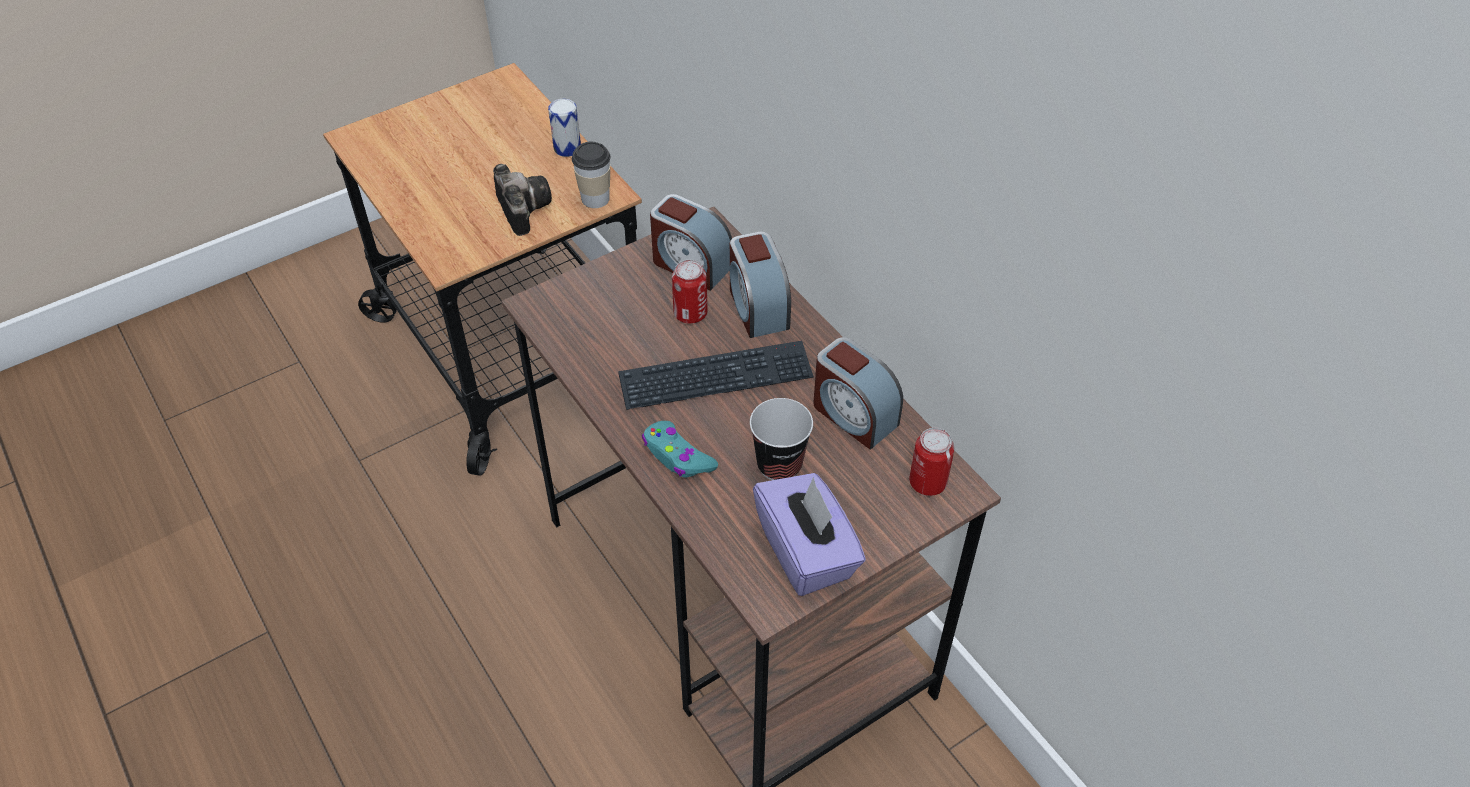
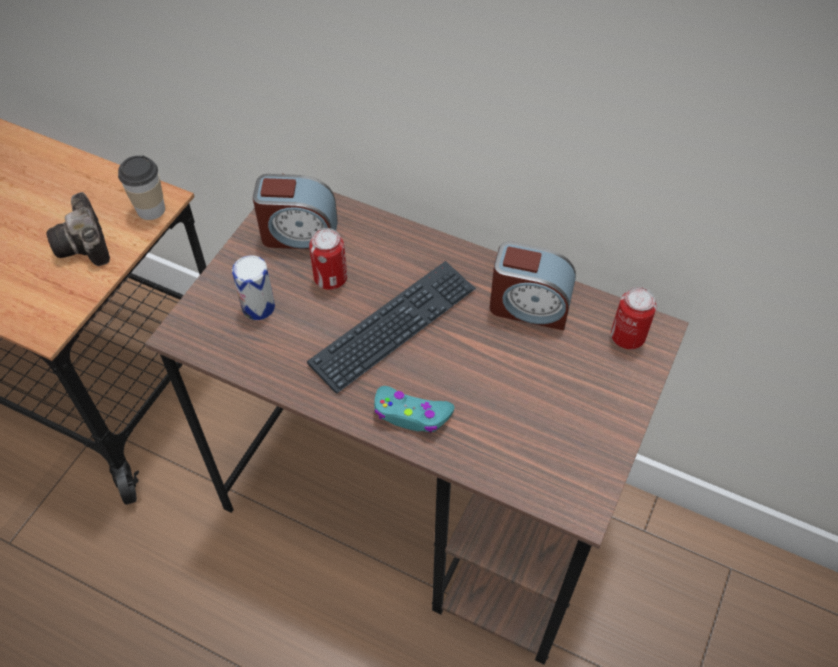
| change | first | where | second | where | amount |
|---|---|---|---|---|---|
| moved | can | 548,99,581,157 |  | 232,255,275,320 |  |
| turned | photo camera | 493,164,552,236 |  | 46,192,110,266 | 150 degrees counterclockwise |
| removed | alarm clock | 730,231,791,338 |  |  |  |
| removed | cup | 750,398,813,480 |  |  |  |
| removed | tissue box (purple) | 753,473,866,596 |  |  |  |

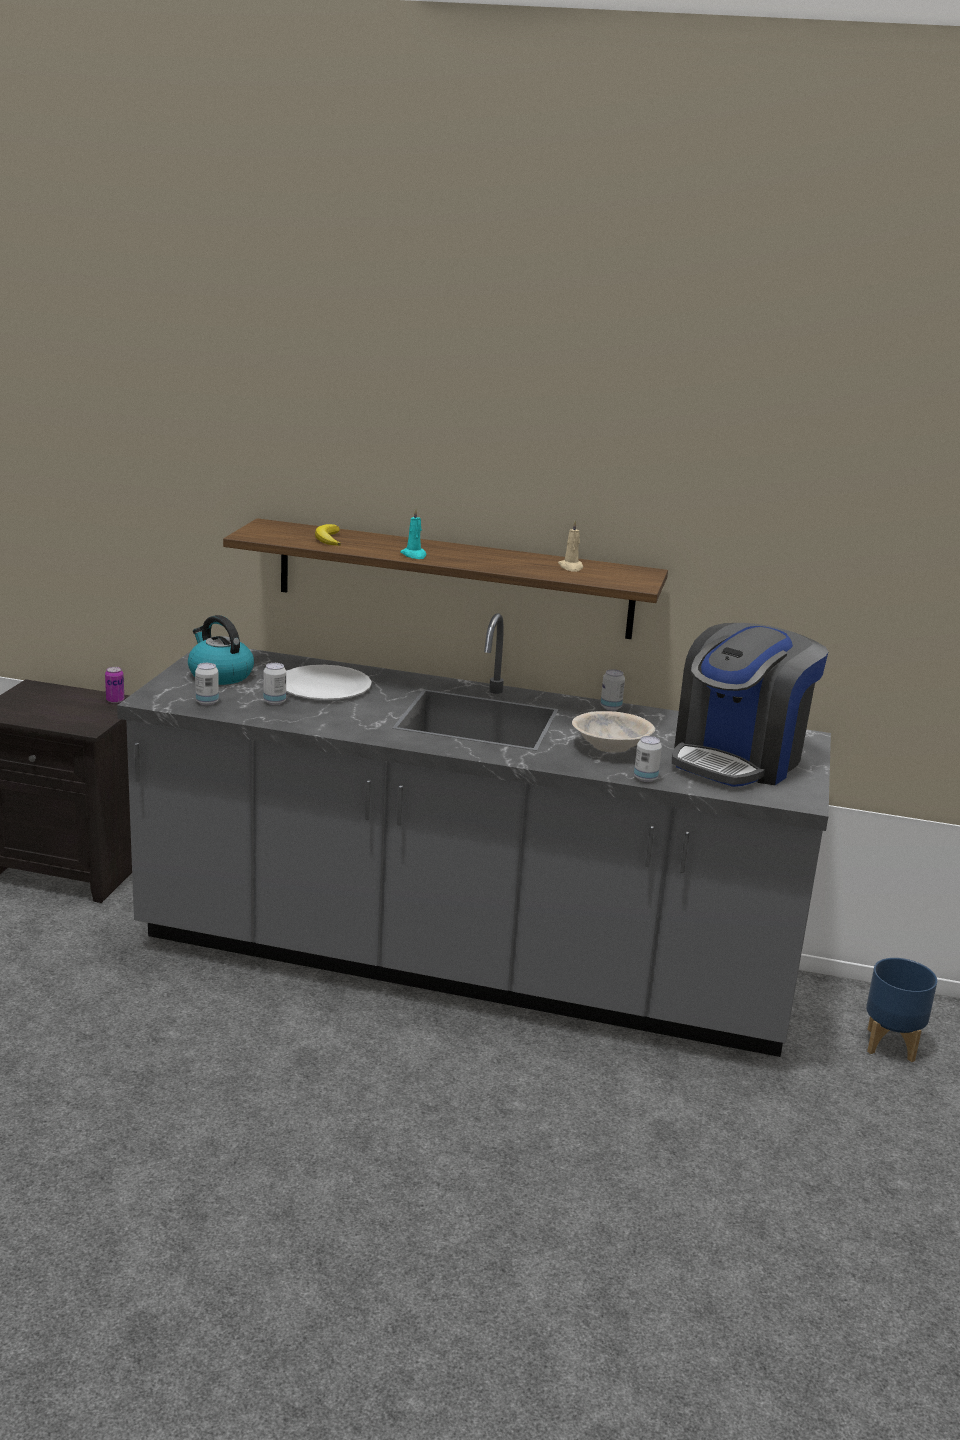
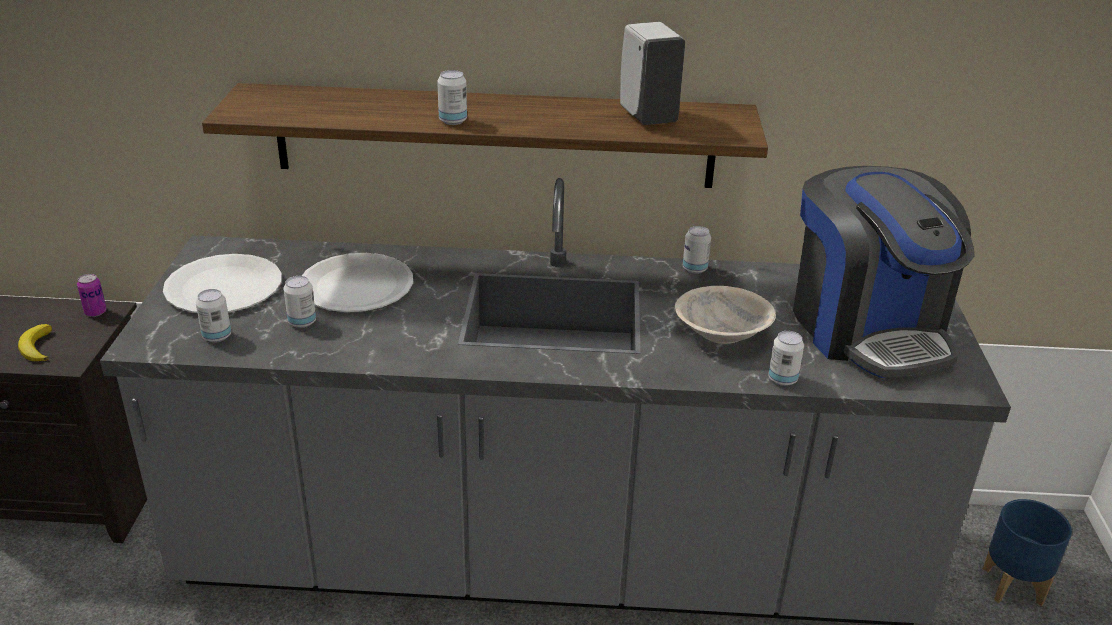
| change | first | where | second | where | amount |
|---|---|---|---|---|---|
| replaced | candle (turquoise) | 400,508,427,559 | can | 437,70,467,125 |  |
| replaced | candle (beige) | 558,521,583,572 | soap dispenser (white) | 620,22,685,125 |  |
| moved | banana | 315,524,341,546 |  | 18,324,52,361 |  |
| replaced | kettle | 188,615,254,685 | plate (white) | 163,254,282,313 |  |
| turned | coffee machine | 672,623,829,787 |  | 793,166,975,378 | 45 degrees counterclockwise |

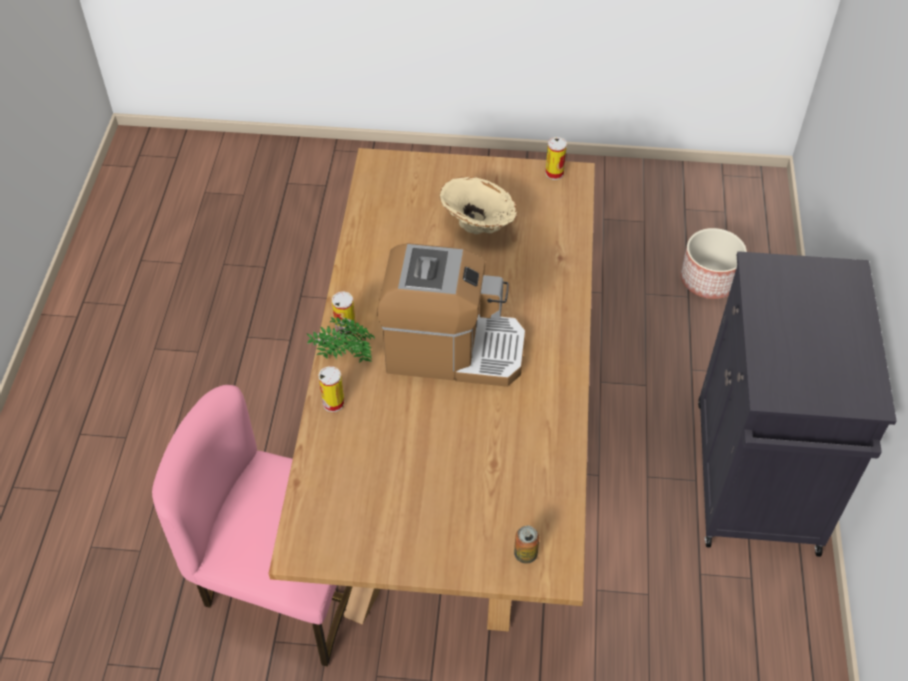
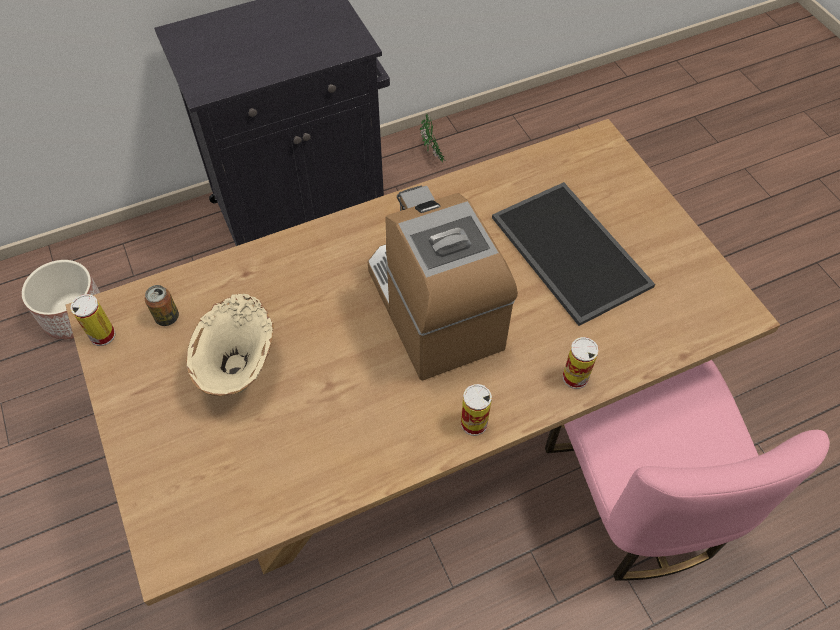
| change | first | where | second | where | amount |
|---|---|---|---|---|---|
| moved | potted plant | 307,317,375,363 |  | 420,113,446,162 |  |
| moved | can | 514,526,539,564 |  | 145,285,179,326 |  |
| added |  |  | tray | 492,182,655,326 |  |

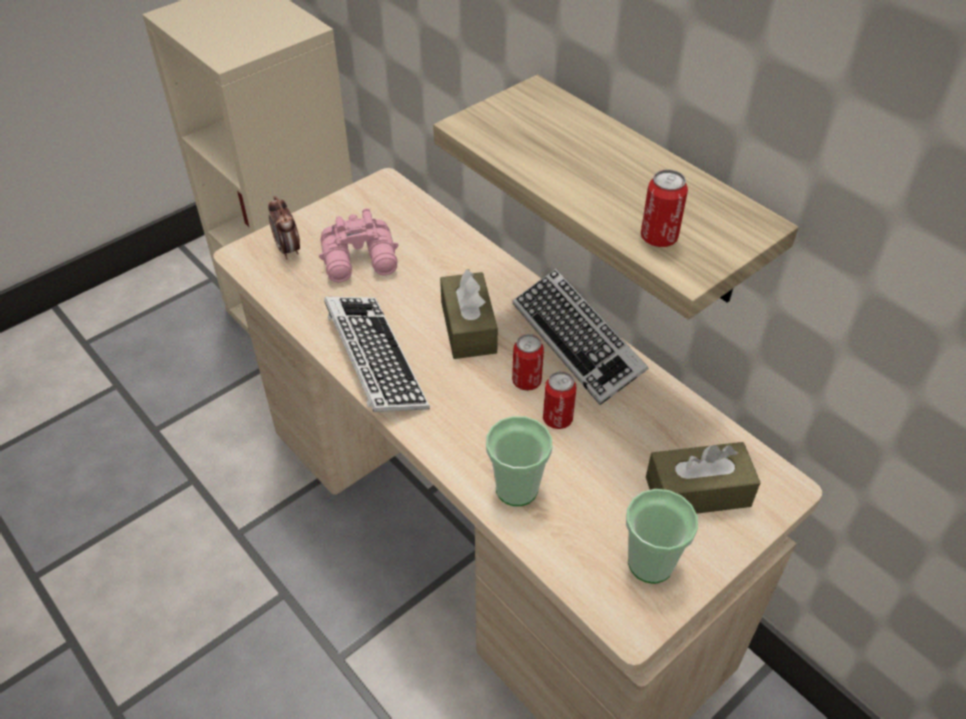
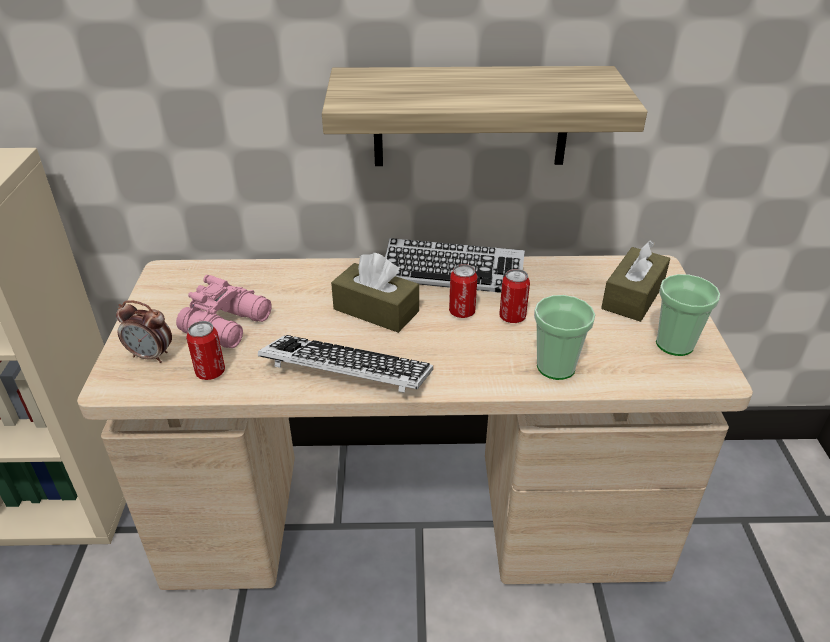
| change | first | where | second | where | amount |
|---|---|---|---|---|---|
| moved | can | 641,169,688,247 |  | 186,321,225,380 |  |

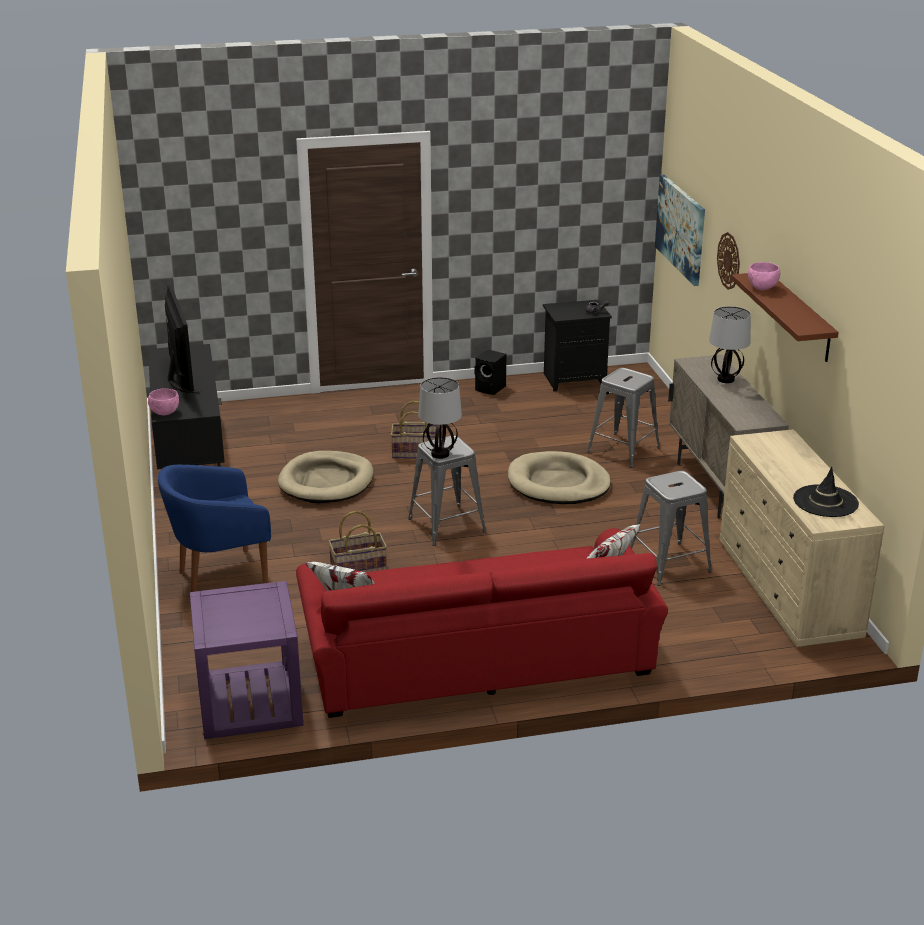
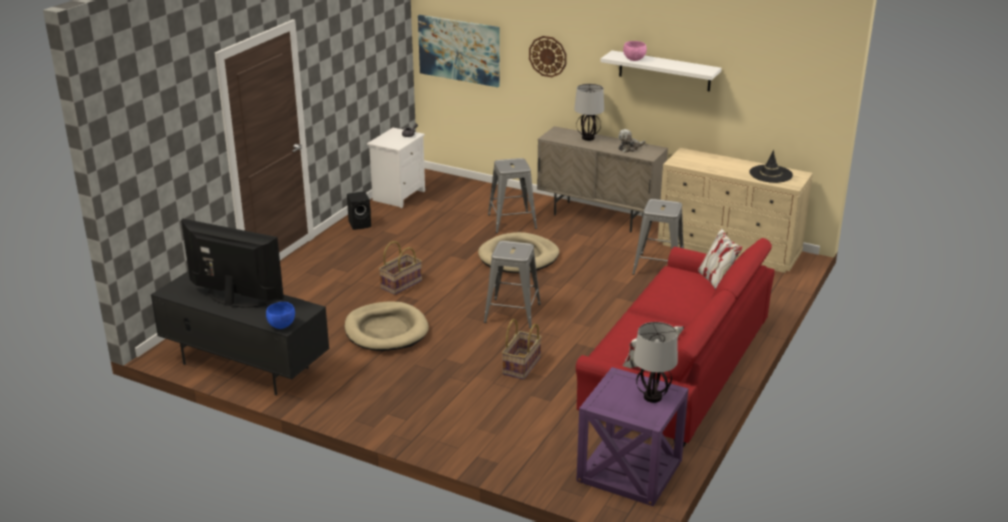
| change | first | where | second | where | amount |
|---|---|---|---|---|---|
| recoloured | shelf (brown) | 731,273,839,362 | shelf (white) | 600,50,721,92 |  |
| recoloured | nightstand (black) | 543,300,612,391 | nightstand (white) | 367,128,425,208 |  |
| moved | table lamp | 418,377,462,459 |  | 633,322,678,403 |  |
| recoloured | bowl (pink) | 148,388,179,415 | bowl (blue) | 266,302,295,329 |  |
| removed | armchair (blue) | 158,465,271,592 |  |  |  |
| added |  |  | plush toy | 618,129,645,153 |  |

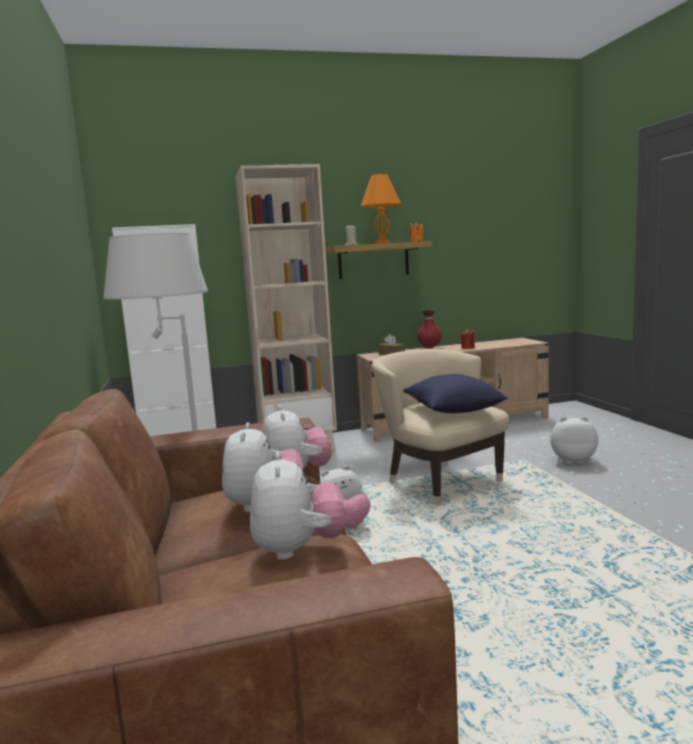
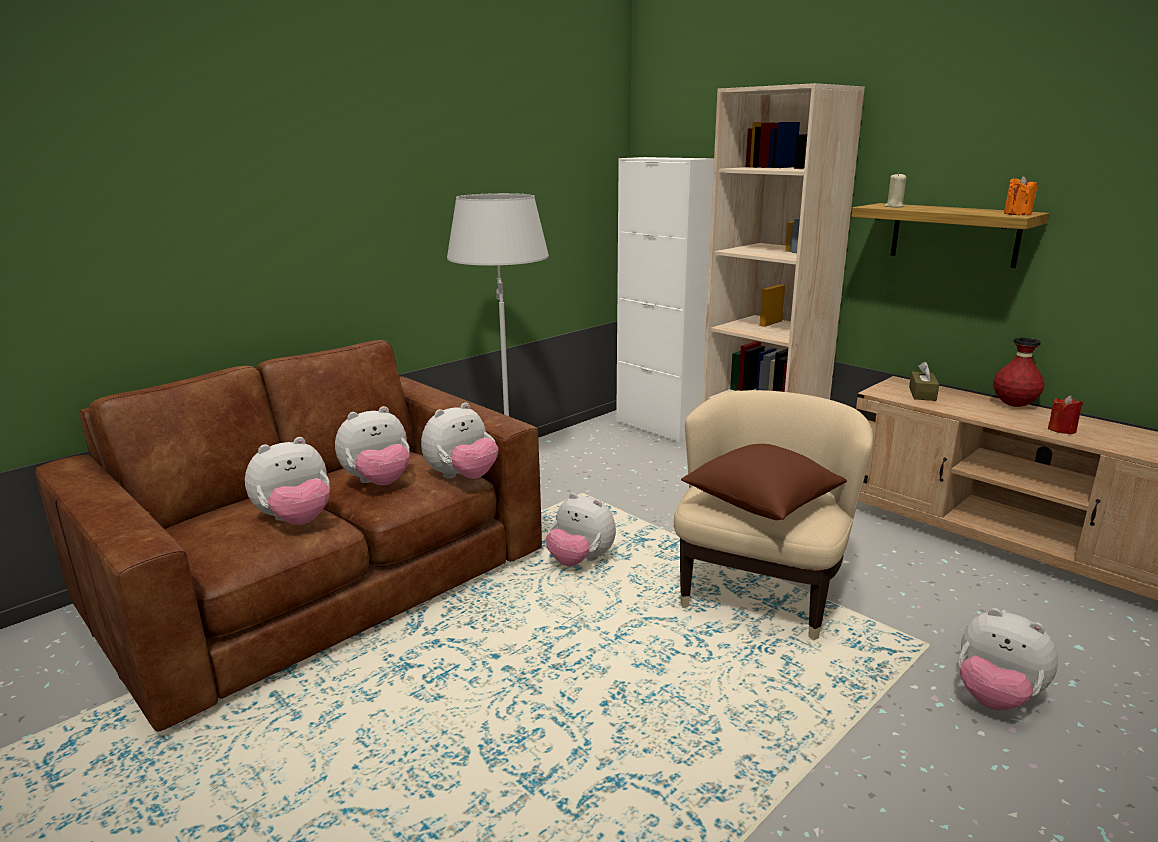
| change | first | where | second | where | amount |
|---|---|---|---|---|---|
| removed | table lamp (orange) | 360,174,401,244 |  |  |  |
| recoloured | pillow (blue) | 403,374,508,413 | pillow (brown) | 681,444,847,520 |  |
| turned | plush toy | 550,417,598,464 |  | 959,608,1058,710 | 150 degrees clockwise |

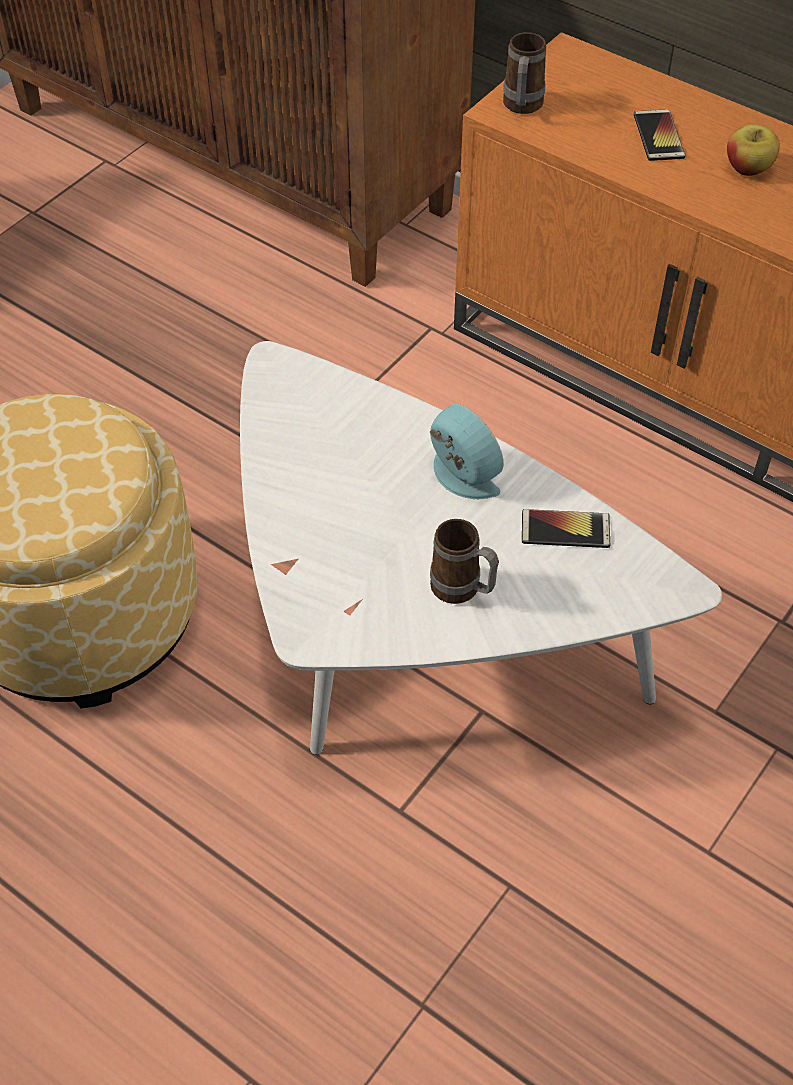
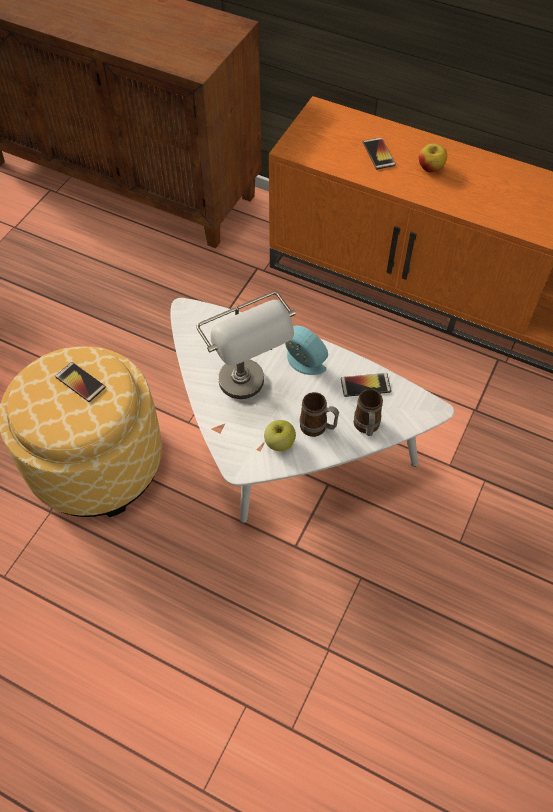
| change | first | where | second | where | amount |
|---|---|---|---|---|---|
| moved | mug | 503,32,546,114 |  | 354,389,383,436 |  |
| added |  |  | table lamp (grey) | 196,291,296,399 |  |
| added |  |  | phone | 55,362,106,402 |  |
| added |  |  | apple | 264,420,296,451 |  |

